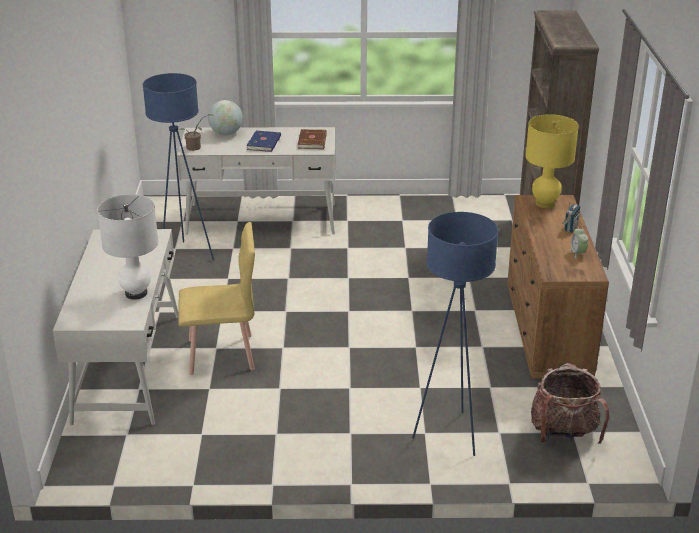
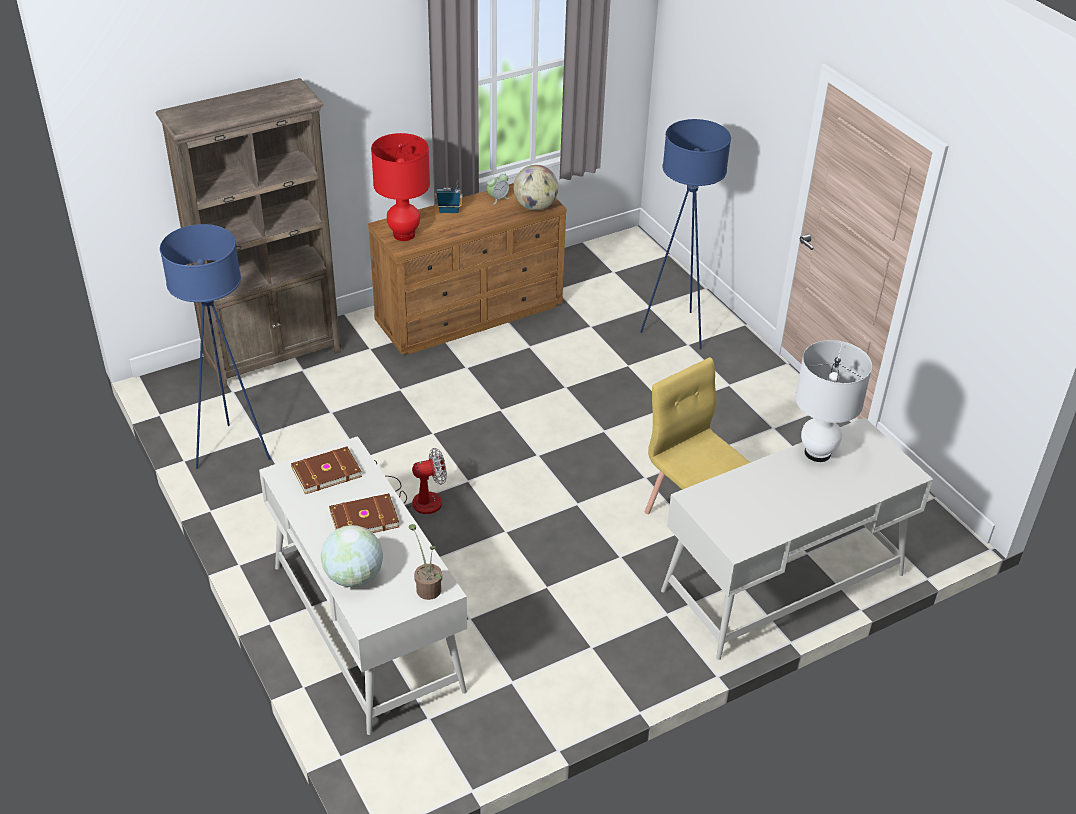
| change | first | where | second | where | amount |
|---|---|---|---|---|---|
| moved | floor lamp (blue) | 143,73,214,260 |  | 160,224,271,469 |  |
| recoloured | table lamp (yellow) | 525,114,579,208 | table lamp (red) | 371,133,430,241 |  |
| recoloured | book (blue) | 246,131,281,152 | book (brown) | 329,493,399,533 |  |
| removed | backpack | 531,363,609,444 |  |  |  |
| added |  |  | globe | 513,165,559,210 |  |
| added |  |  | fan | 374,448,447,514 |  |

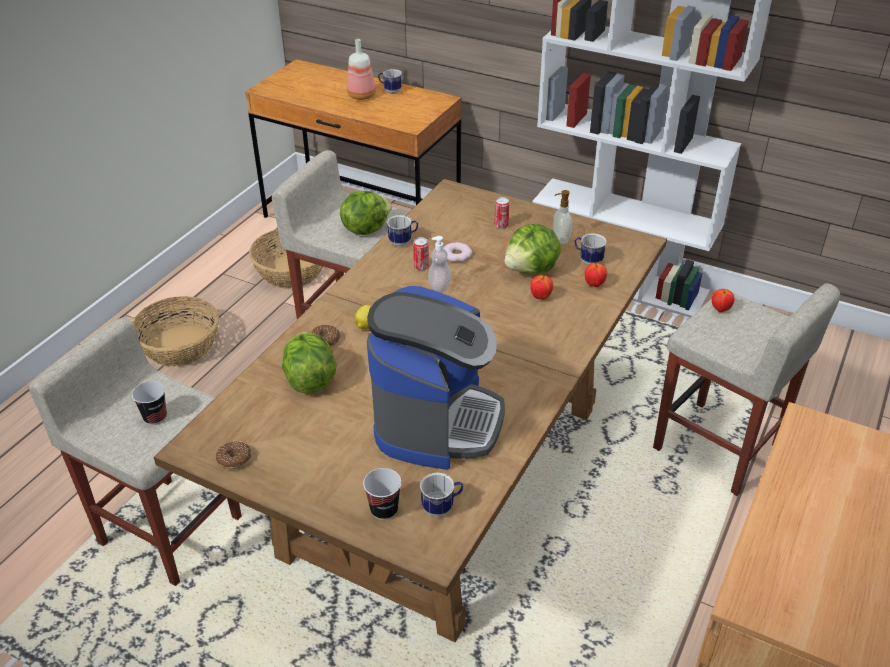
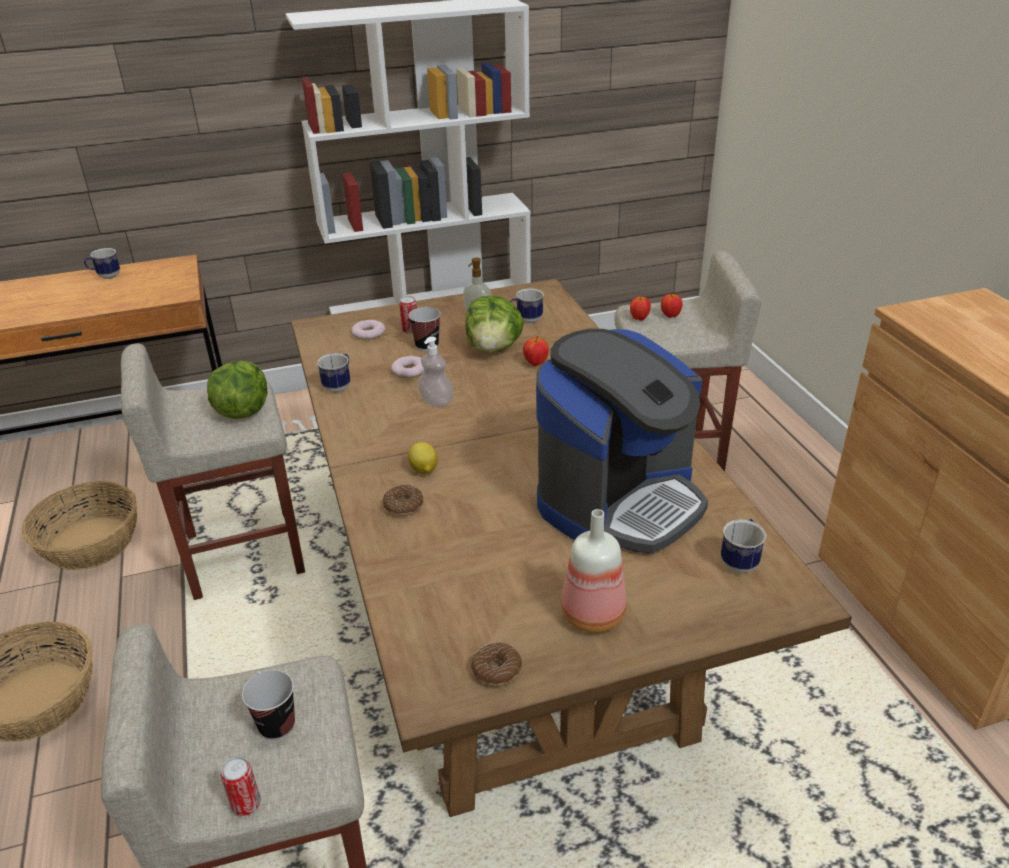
| change | first | where | second | where | amount |
|---|---|---|---|---|---|
| moved | bottle | 347,39,376,100 |  | 561,509,627,633 |  |
| moved | can | 413,237,429,271 |  | 220,756,261,816 |  |
| moved | apple | 585,263,607,287 |  | 661,294,683,318 |  |
| turned | coffee machine | 367,286,505,470 |  | 536,329,708,553 | 75 degrees clockwise |
| removed | lettuce | 282,332,336,393 |  |  |  |
| moved | cup | 363,468,401,520 |  | 408,307,441,351 |  |
| added |  |  | donut | 351,320,386,340 |  |

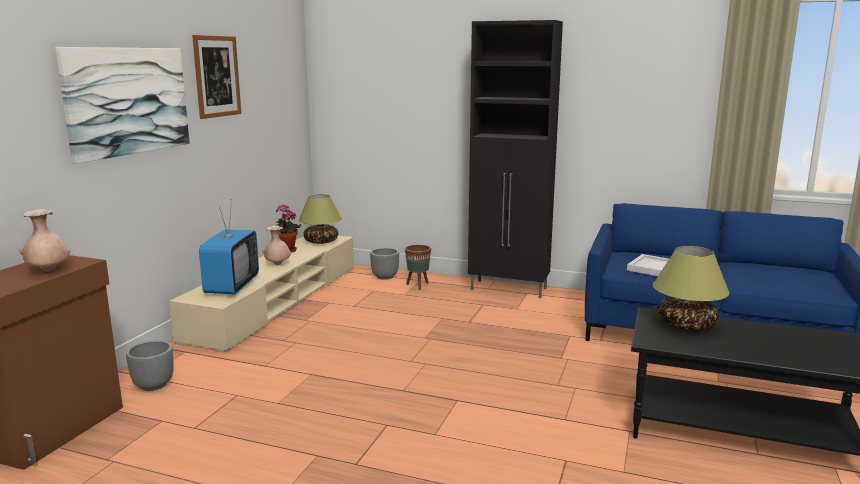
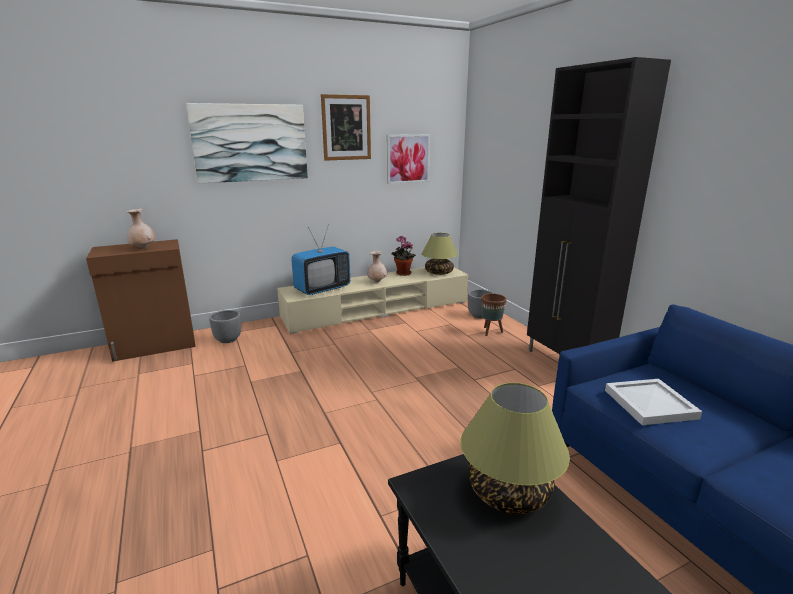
| change | first | where | second | where | amount |
|---|---|---|---|---|---|
| added |  |  | picture | 387,134,430,184 |  |

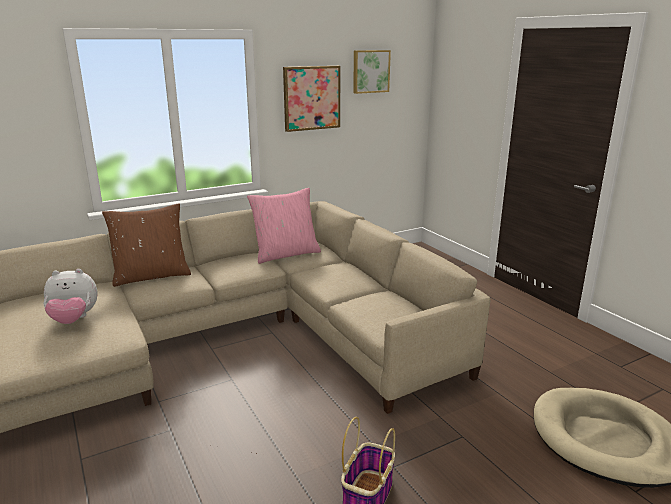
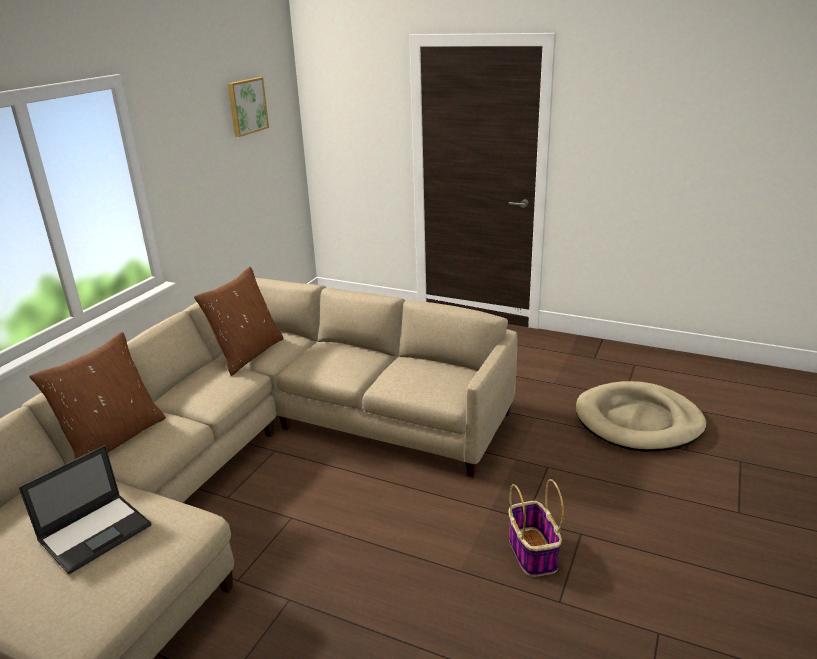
| change | first | where | second | where | amount |
|---|---|---|---|---|---|
| removed | picture | 283,66,340,132 |  |  |  |
| recoloured | pillow (pink) | 247,188,321,264 | pillow (brown) | 194,267,284,376 |  |
| replaced | plush toy | 43,269,98,324 | laptop | 19,445,151,574 |  |

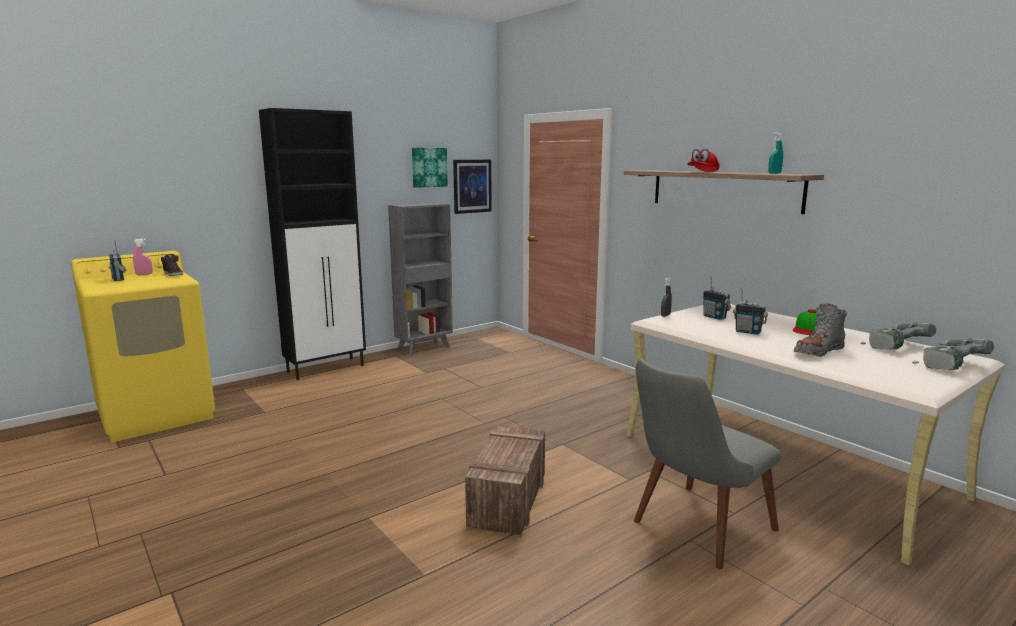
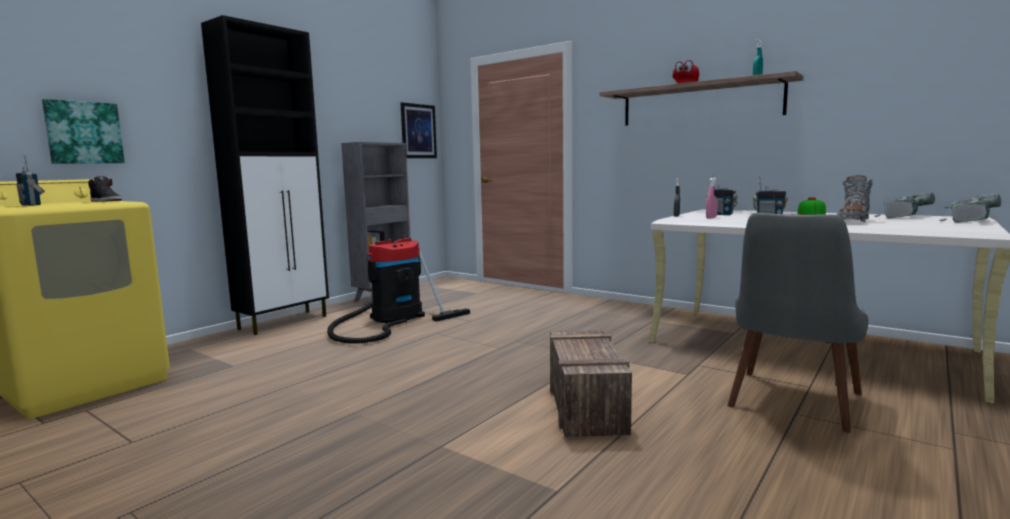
| change | first | where | second | where | amount |
|---|---|---|---|---|---|
| moved | picture | 412,148,448,188 |  | 42,99,125,164 |  |
| moved | spray bottle (pink) | 133,239,152,275 |  | 706,177,718,219 |  |
| added |  |  | vacuum cleaner | 327,235,470,344 |  |

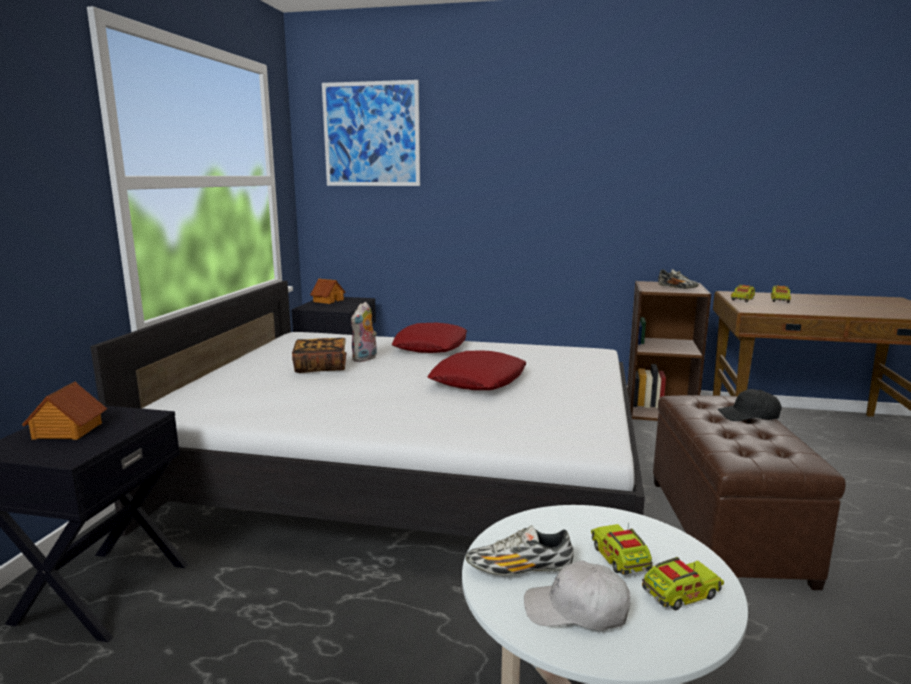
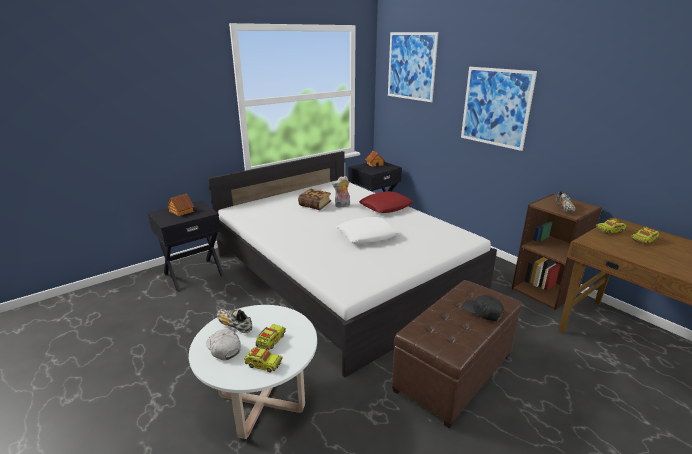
| change | first | where | second | where | amount |
|---|---|---|---|---|---|
| recoloured | pillow (red) | 427,351,527,390 | pillow (white) | 336,217,400,243 |  |
| added |  |  | picture | 461,67,537,151 |  |

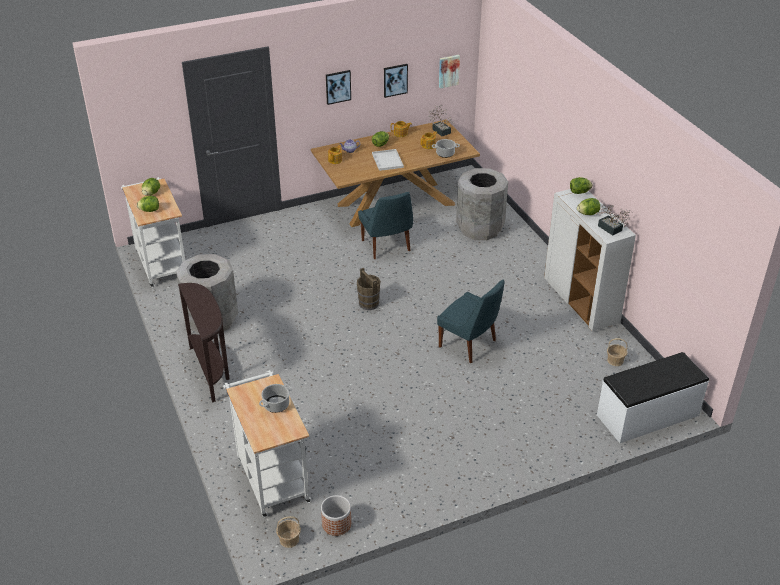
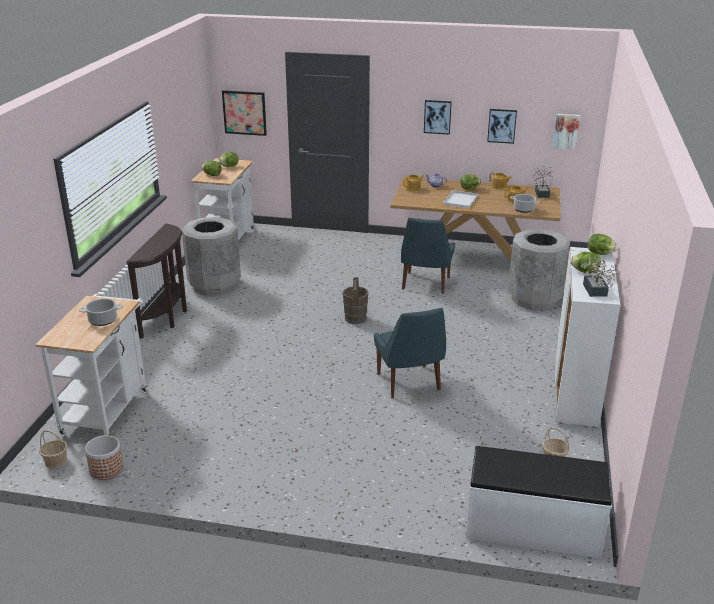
| change | first | where | second | where | amount |
|---|---|---|---|---|---|
| added |  |  | picture | 222,90,267,136 |  |

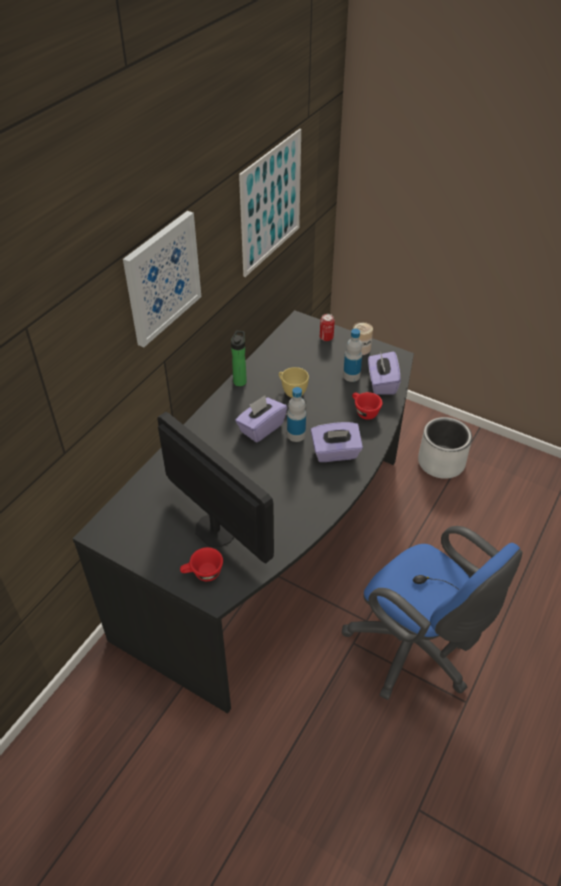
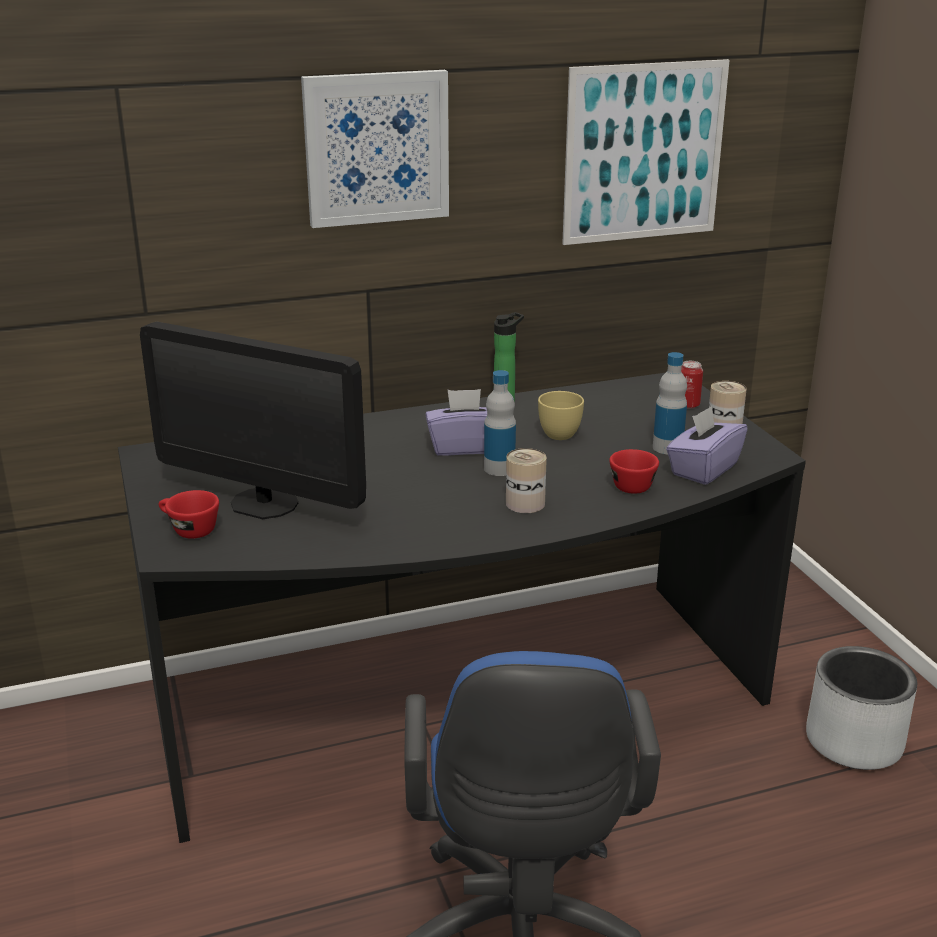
| change | first | where | second | where | amount |
|---|---|---|---|---|---|
| turned | monitor | 157,412,274,564 |  | 140,322,366,519 | 120 degrees clockwise |
| replaced | tissue box (purple) | 311,422,363,462 | can | 506,448,547,513 |  |

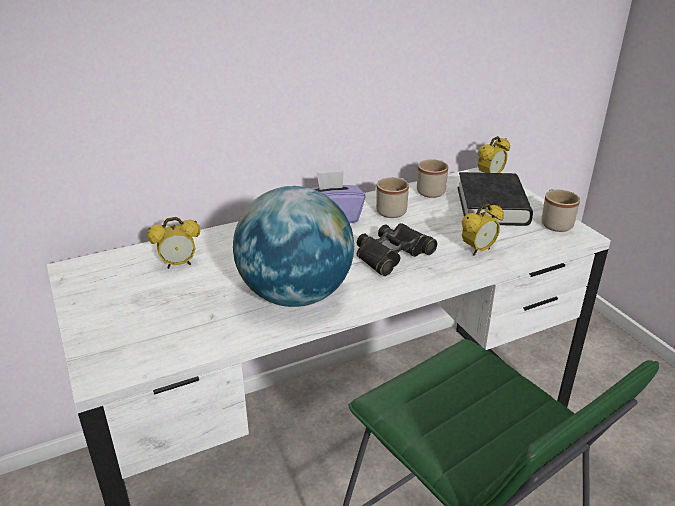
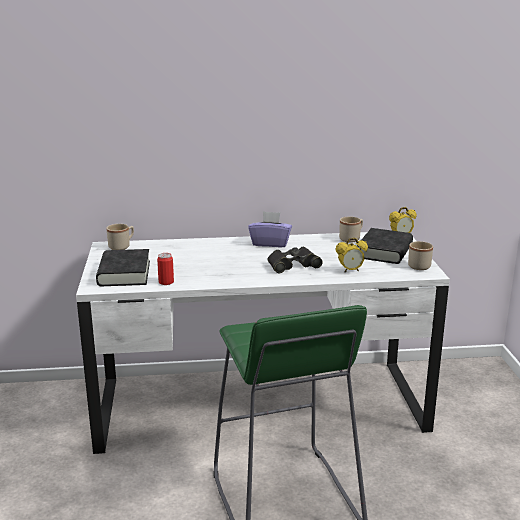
| change | first | where | second | where | amount |
|---|---|---|---|---|---|
| moved | mug (beige) | 376,177,409,218 |  | 106,224,134,250 |  |
| removed | globe | 233,186,354,307 |  |  |  |
| removed | alarm clock | 147,217,200,269 |  |  |  |
| added |  |  | book (black) | 96,249,150,286 |  |
| added |  |  | can | 157,253,174,285 |  |

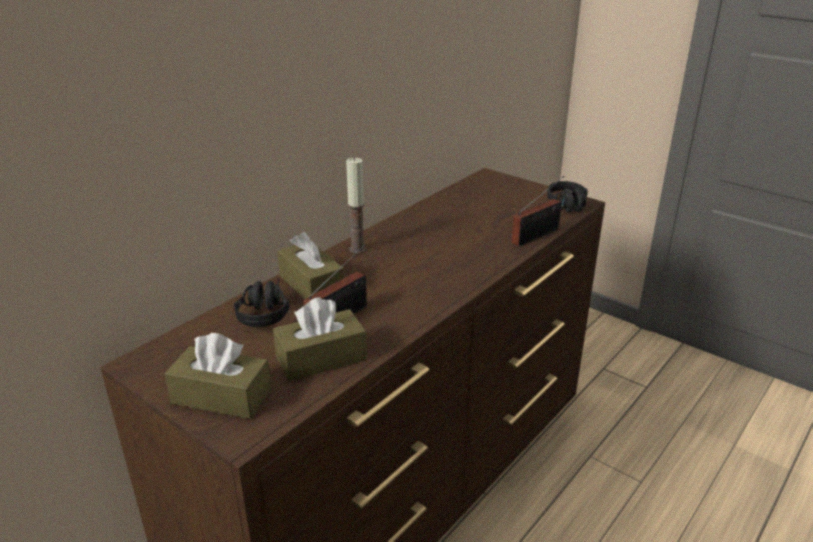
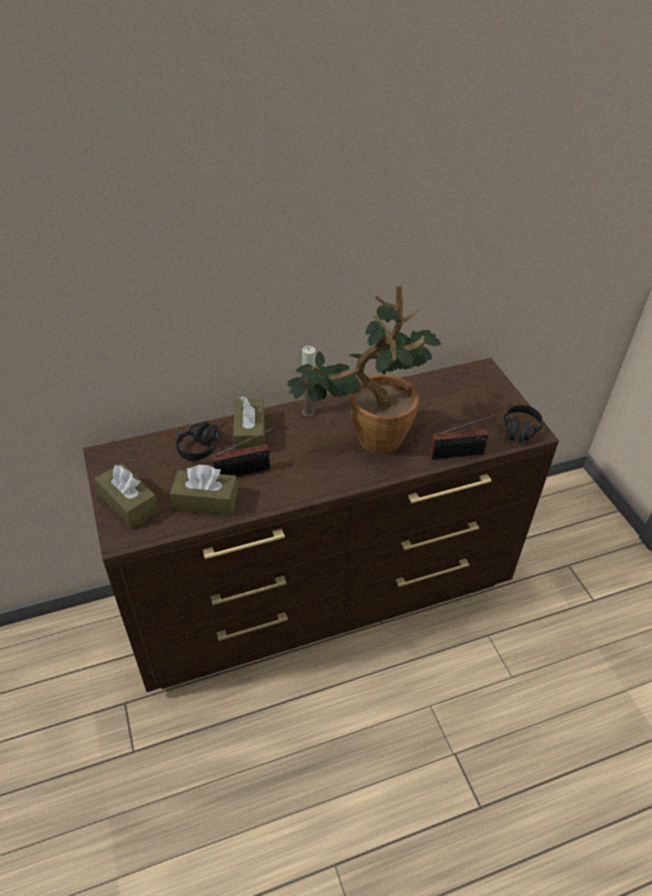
| change | first | where | second | where | amount |
|---|---|---|---|---|---|
| added |  |  | potted plant | 287,285,442,454 |  |

